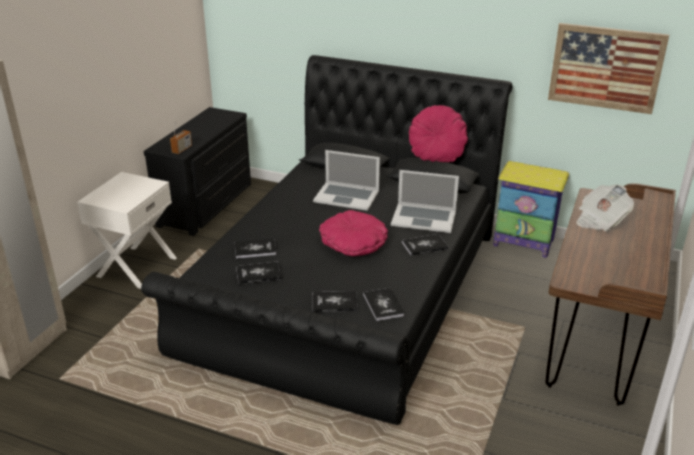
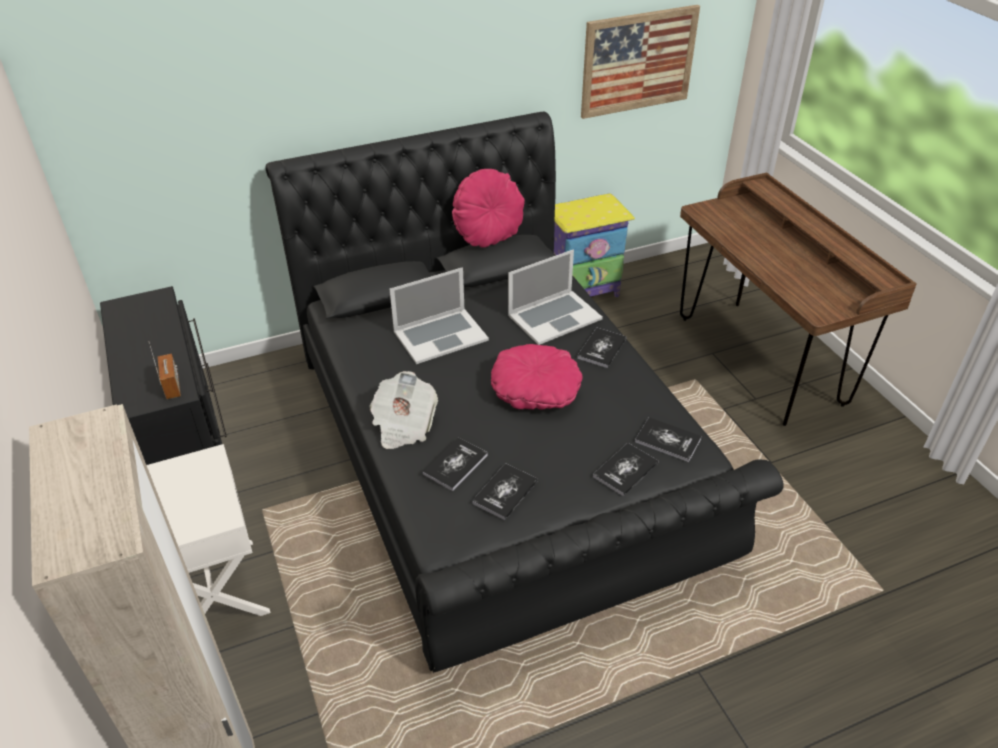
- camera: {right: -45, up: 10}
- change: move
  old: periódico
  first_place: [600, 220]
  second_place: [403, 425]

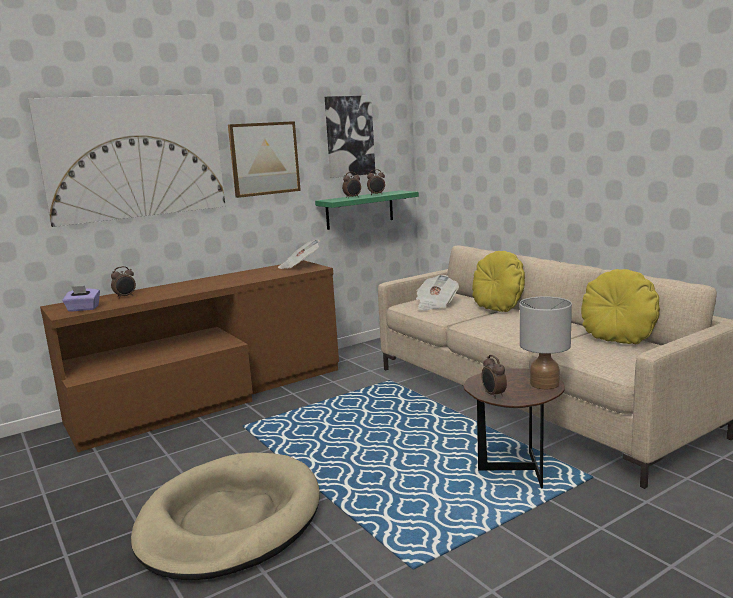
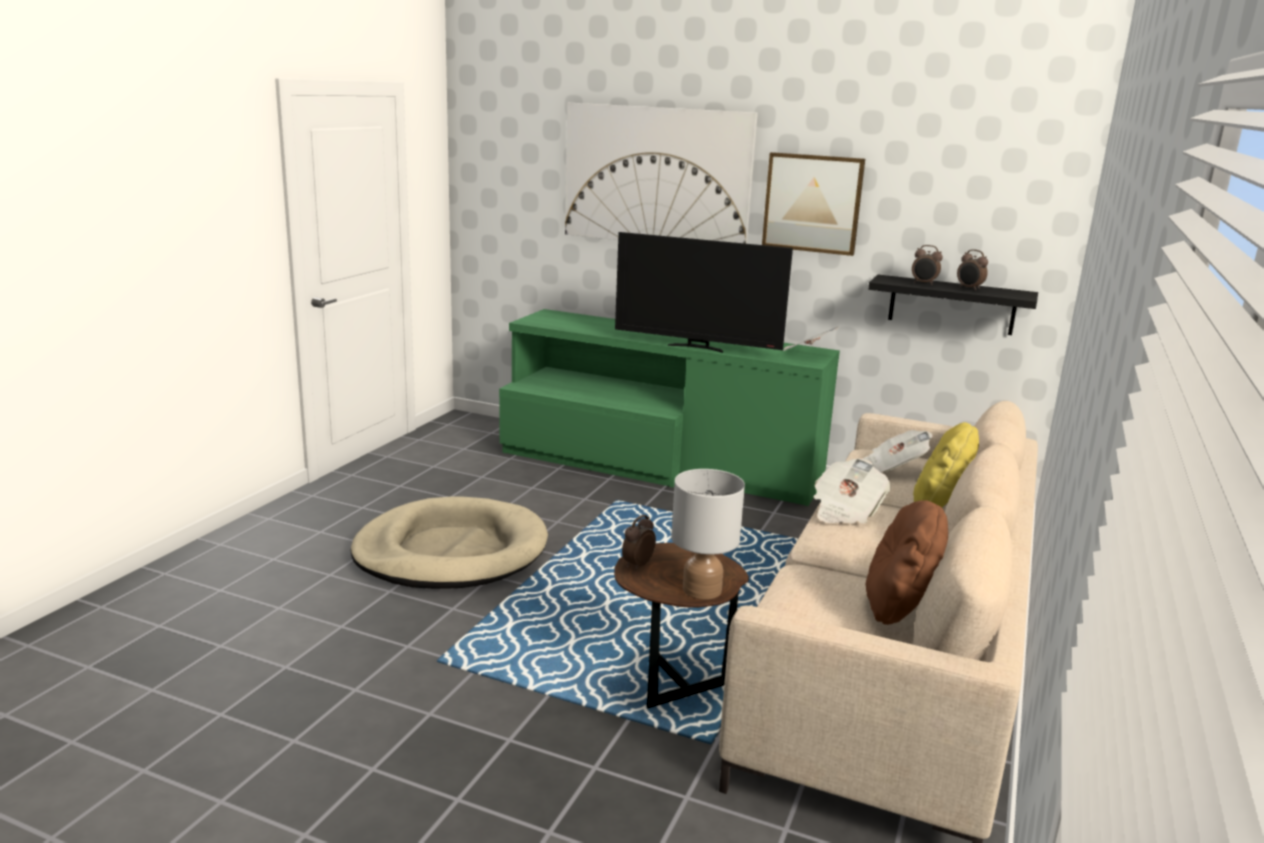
- camera: {right: 55, up: 5}
- change: delete
  old: cuadro
  first_place: [349, 136]
- change: recolor
  old: estante (verde)
  new: estante (negro)
  first_place: [359, 210]
  second_place: [952, 305]
- change: recolor
  old: mueble de televisión (marrón)
  new: mueble de televisión (verde)
  first_place: [207, 398]
  second_place: [655, 464]
- change: delete
  old: despertador
  first_place: [125, 297]
- change: recolor
  old: cojín (amarillo)
  new: cojín (marrón)
  first_place: [618, 340]
  second_place: [898, 611]
- change: delete
  old: caja de pañuelos (morado)
  first_place: [83, 309]
- change: insert
  new: televisor
  second_place: [697, 347]
- change: insert
  new: periódico
  second_place: [845, 511]

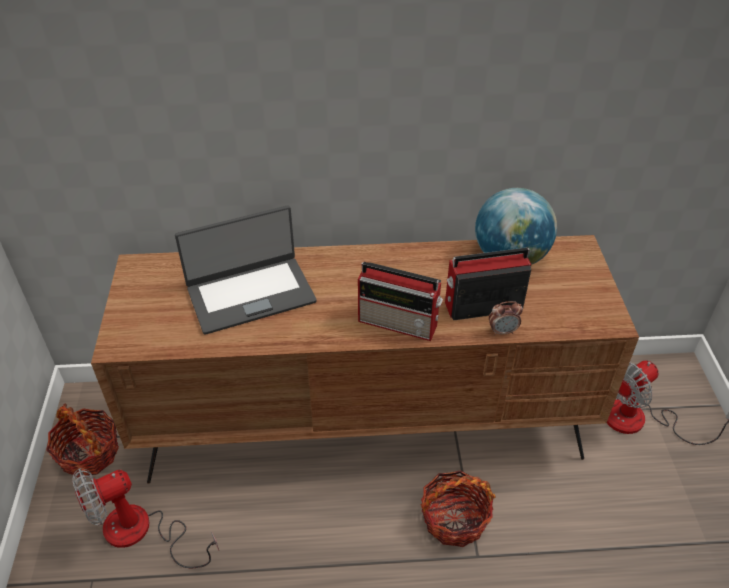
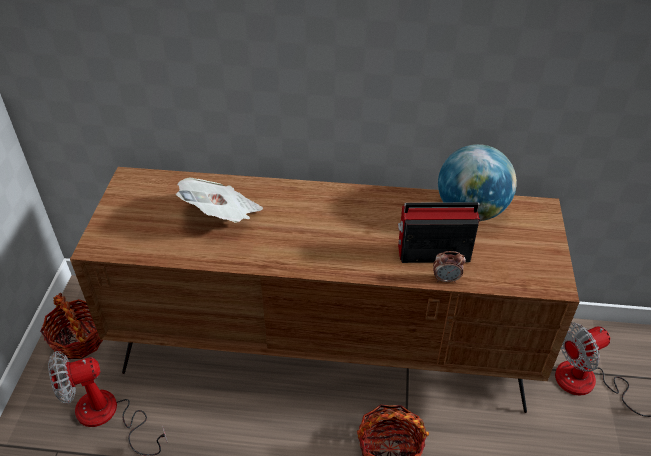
- camera: {right: 10, up: 0}
- change: replace
  old: portátil
  new: periódico
  first_place: [250, 294]
  second_place: [222, 215]
- change: delete
  old: radio
  first_place: [399, 323]

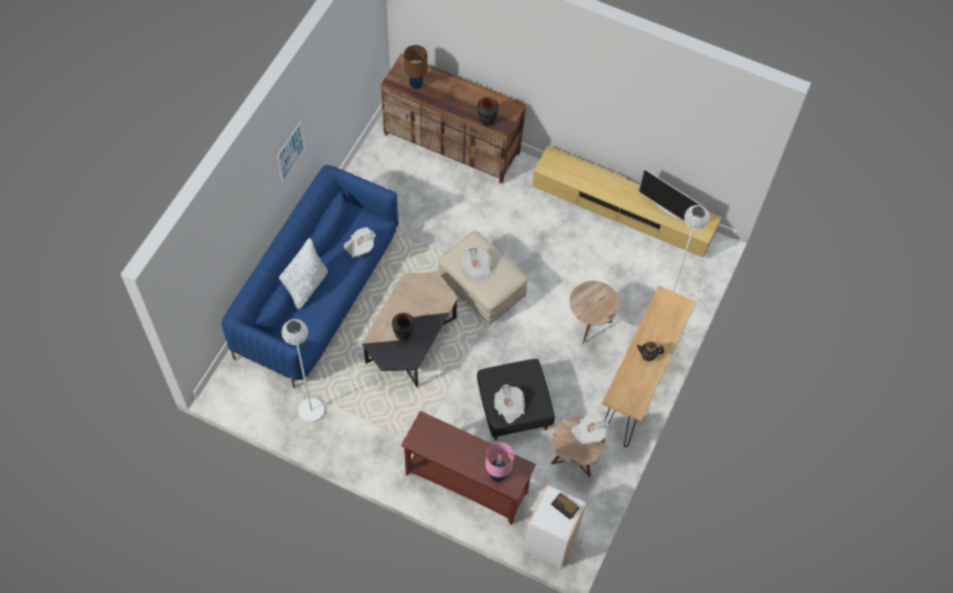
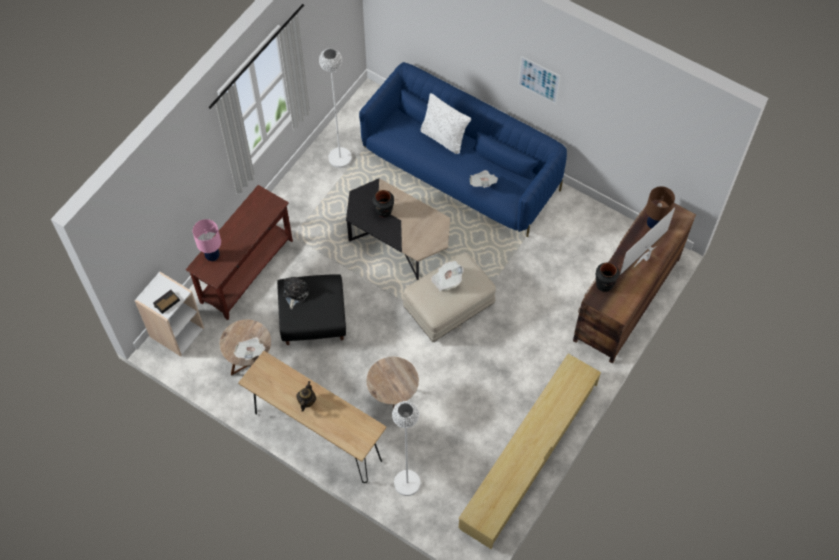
- camera: {right: 100, up: 0}
- change: move
  old: televisor
  first_place: [666, 210]
  second_place: [645, 257]
- change: replace
  old: periódico
  new: peluche
  first_place: [509, 407]
  second_place: [295, 293]

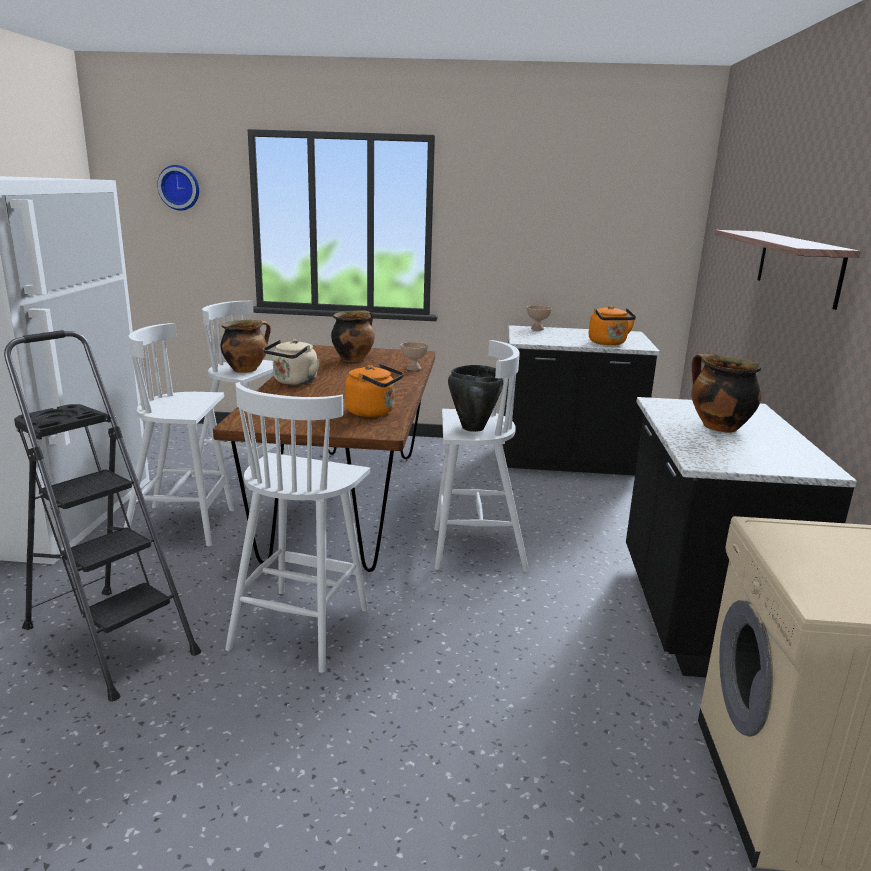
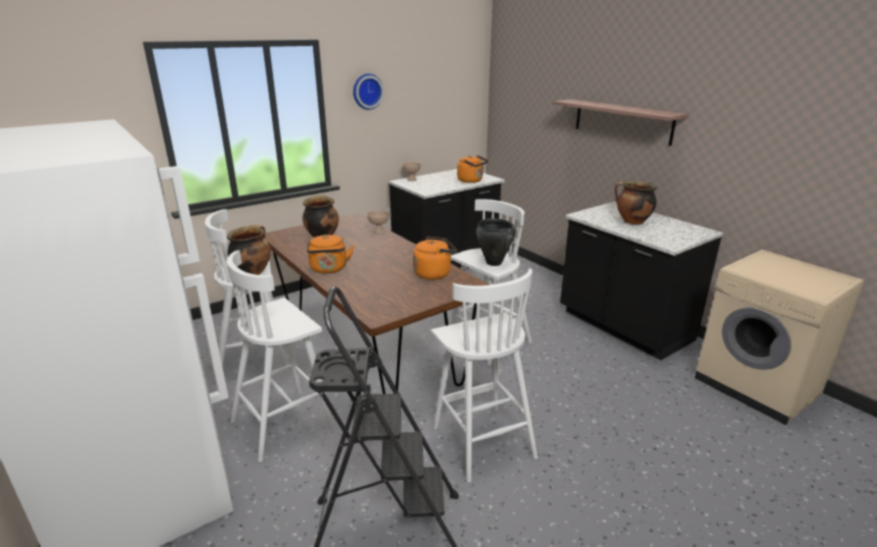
- camera: {right: -40, up: 5}
- change: move
  old: reloj de pared
  first_place: [180, 187]
  second_place: [367, 91]
- change: recolor
  old: hervidor (beis)
  new: hervidor (naranja)
  first_place: [293, 382]
  second_place: [329, 269]

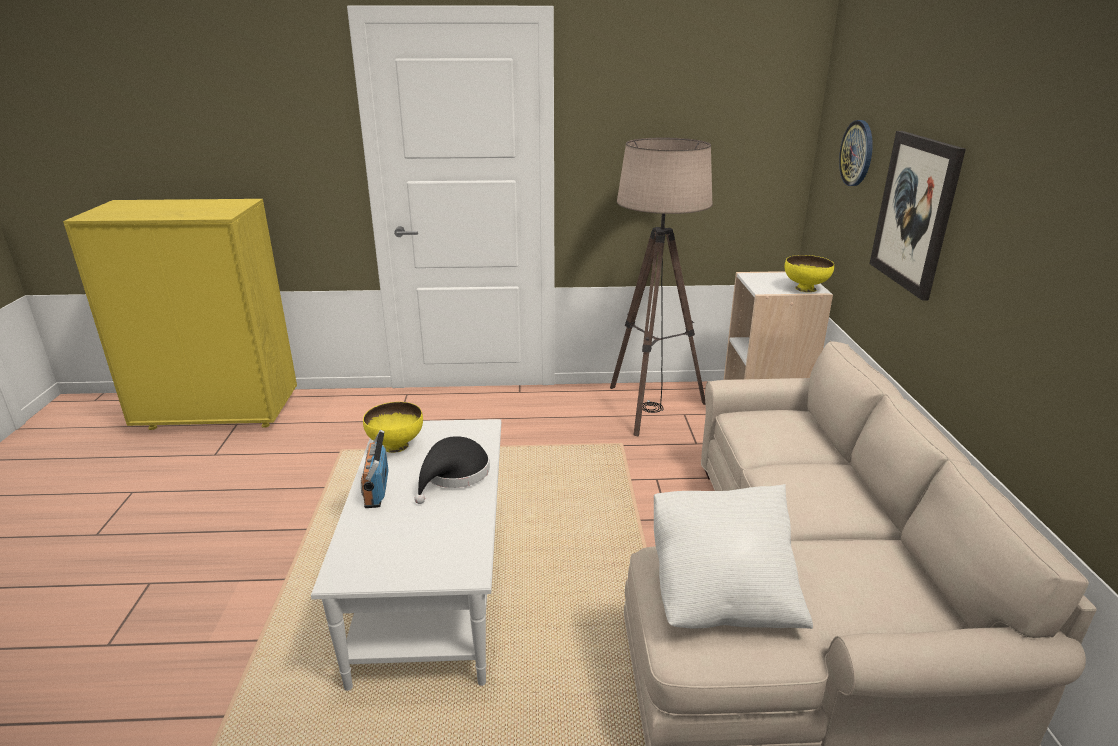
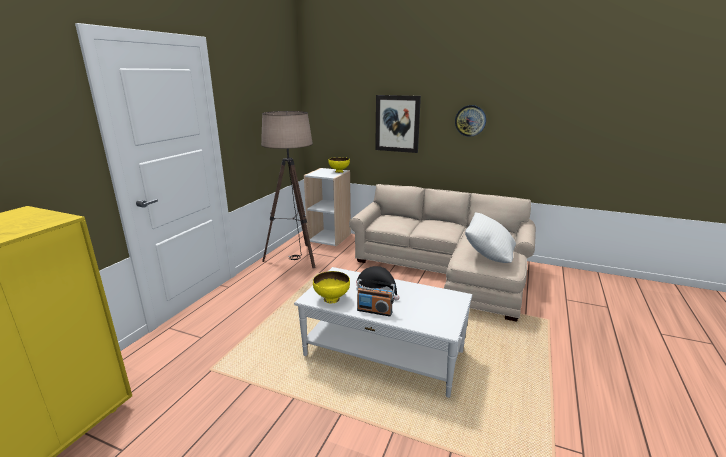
- camera: {right: -65, up: -5}
- change: move
  old: reloj de pared
  first_place: [857, 153]
  second_place: [470, 120]

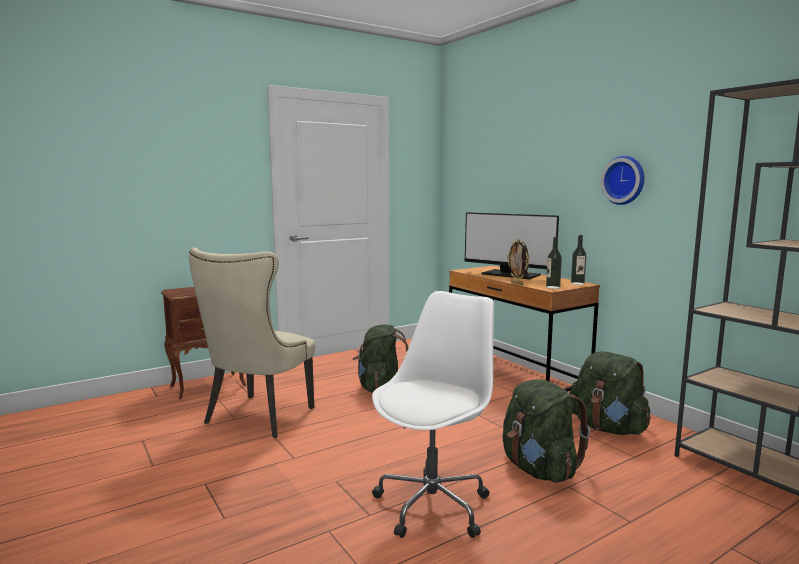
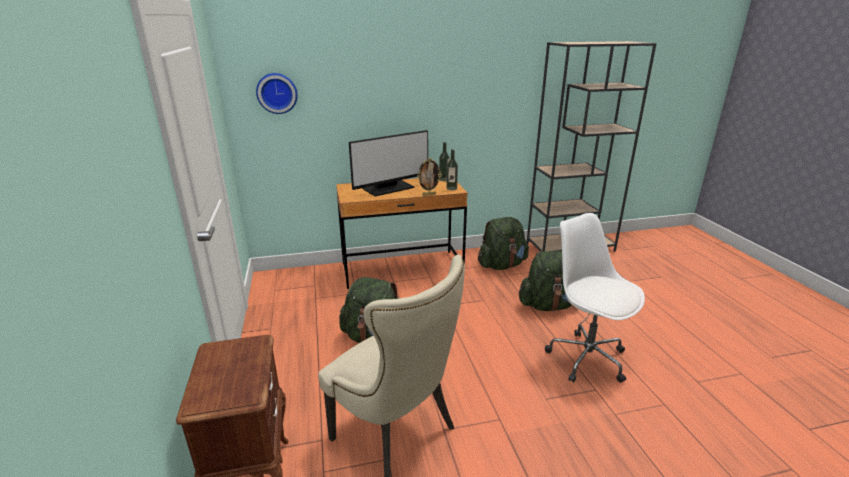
- camera: {right: -70, up: 15}
- change: move
  old: reloj de pared
  first_place: [624, 180]
  second_place: [277, 93]

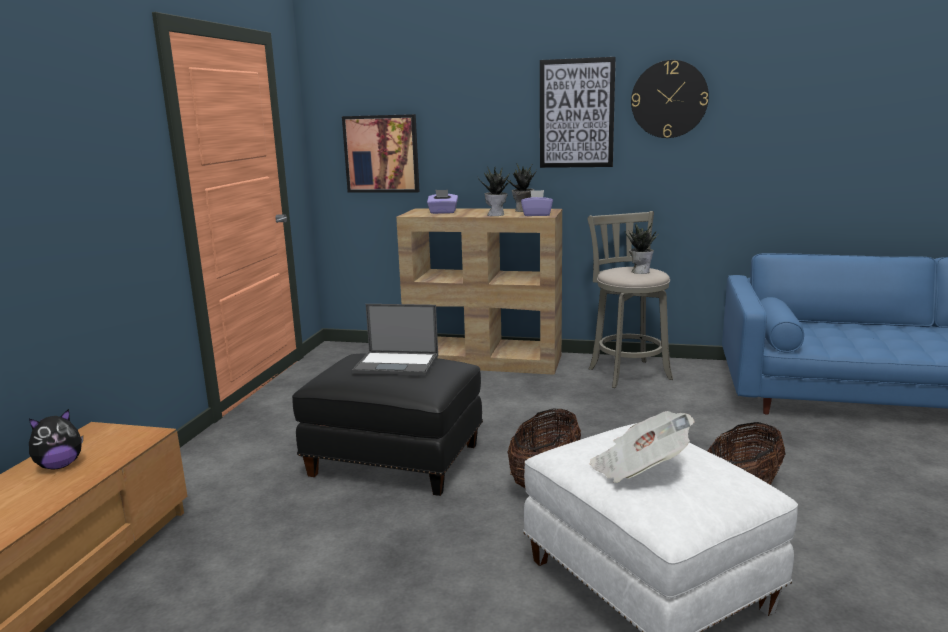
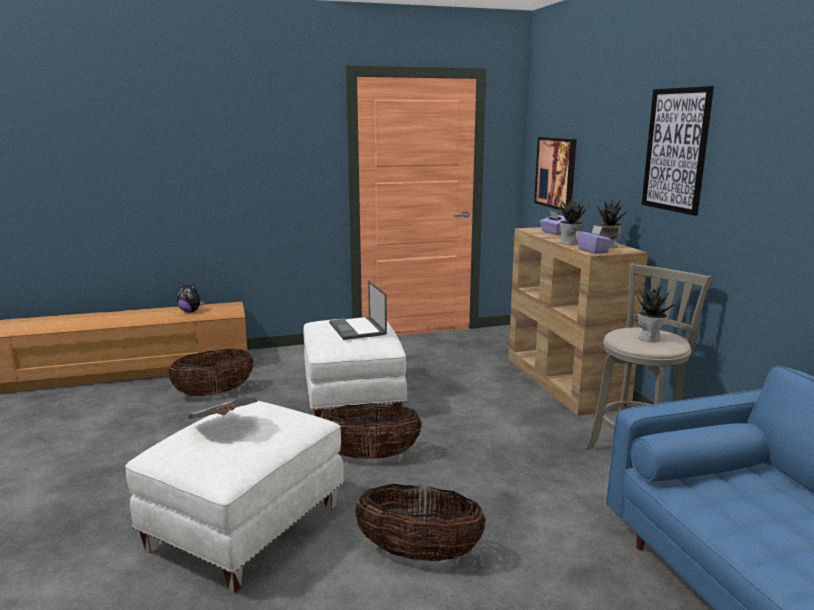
- camera: {right: 60, up: 0}
- change: delete
  old: reloj de pared
  first_place: [669, 99]
- change: recolor
  old: puf (negro)
  new: puf (blanco)
  first_place: [397, 459]
  second_place: [354, 399]
- change: insert
  new: cesta
  second_place: [214, 393]

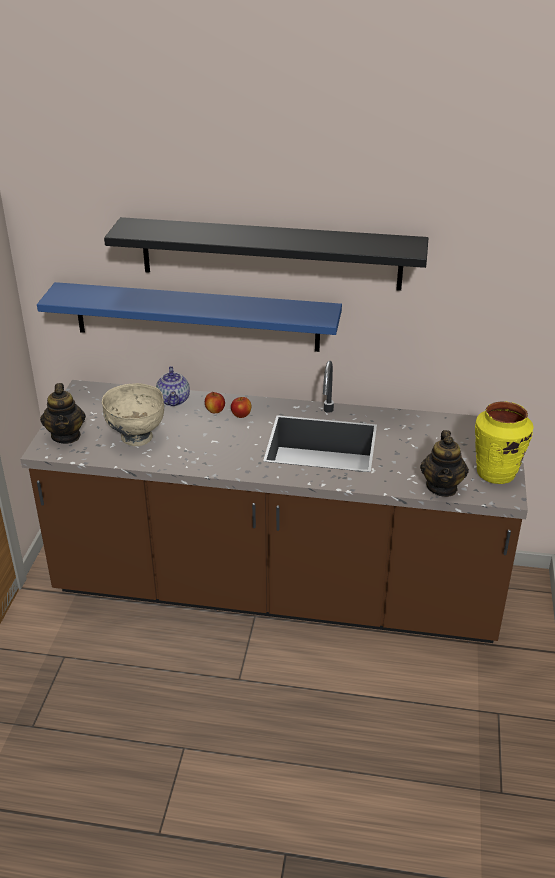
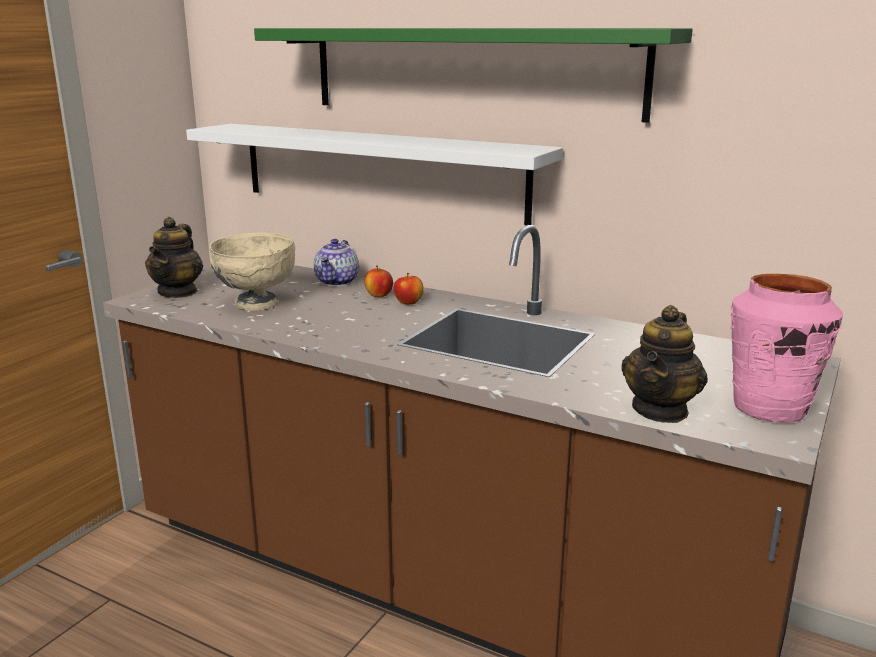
- camera: {right: 20, up: -15}
- change: recolor
  old: estante (negro)
  new: estante (verde)
  first_place: [271, 254]
  second_place: [470, 71]
- change: recolor
  old: estante (azul)
  new: estante (blanco)
  first_place: [196, 317]
  second_place: [379, 171]
- change: recolor
  old: florero (amarillo)
  new: florero (rosa)
  first_place: [496, 473]
  second_place: [770, 409]

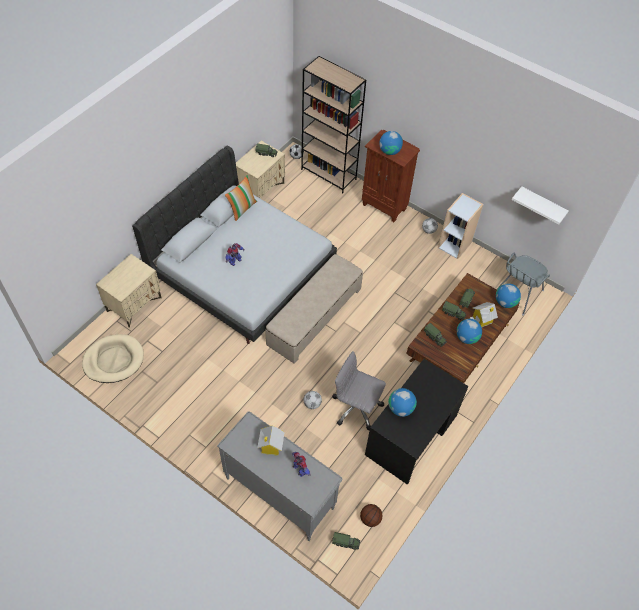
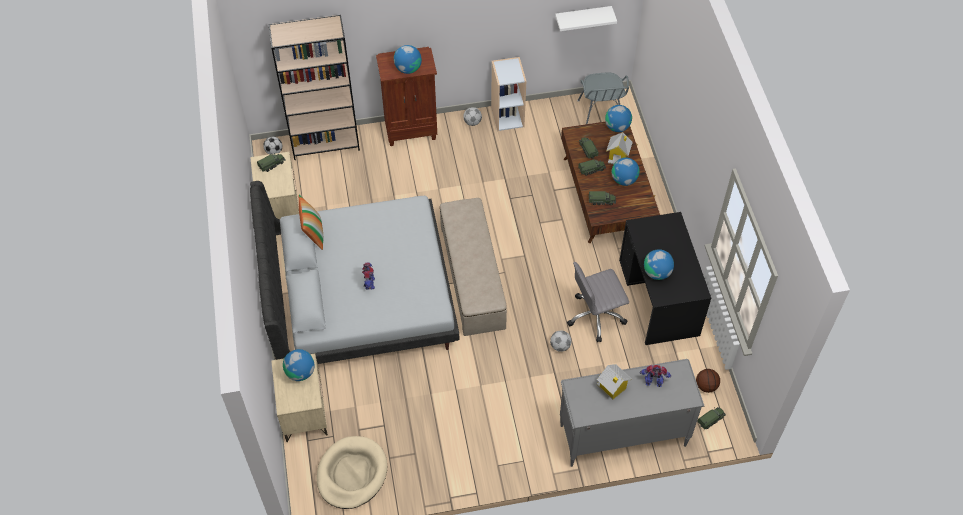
- camera: {right: -45, up: 0}
- change: insert
  new: globo terráqueo
  second_place: [300, 372]

